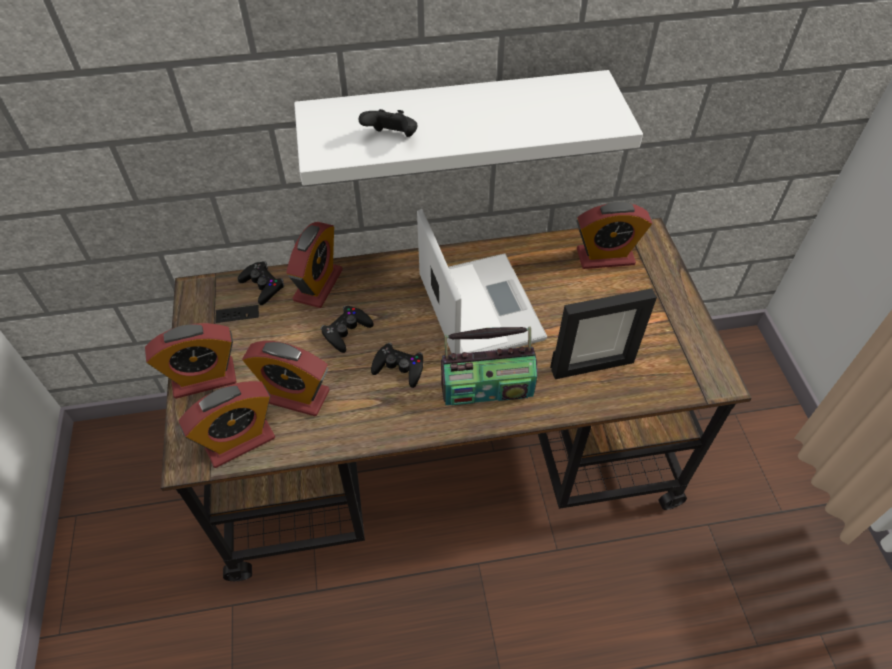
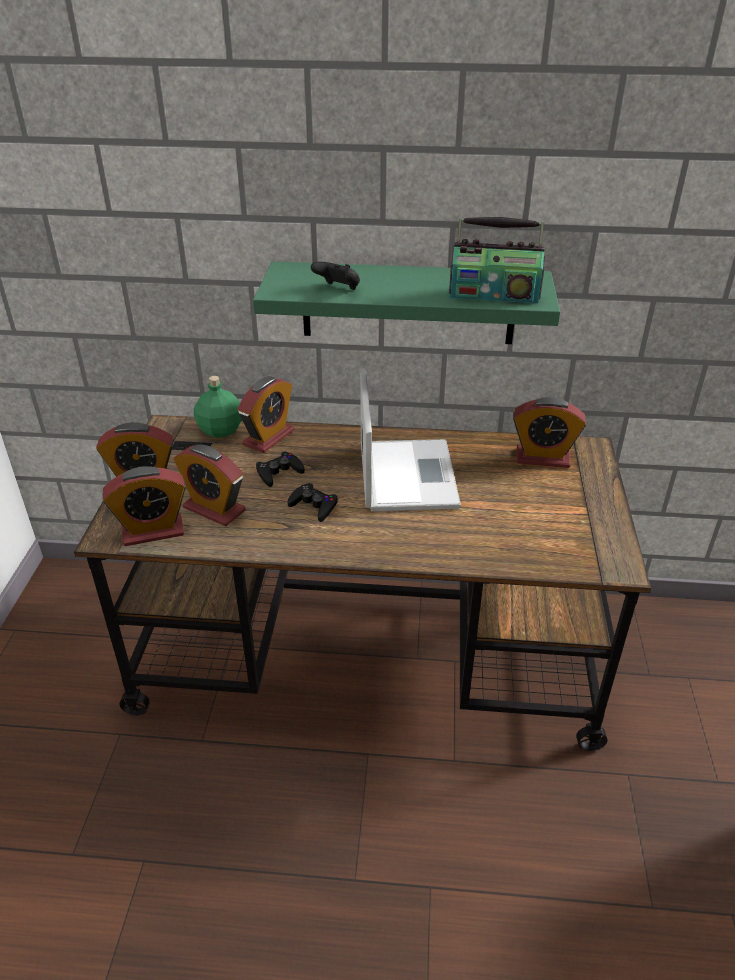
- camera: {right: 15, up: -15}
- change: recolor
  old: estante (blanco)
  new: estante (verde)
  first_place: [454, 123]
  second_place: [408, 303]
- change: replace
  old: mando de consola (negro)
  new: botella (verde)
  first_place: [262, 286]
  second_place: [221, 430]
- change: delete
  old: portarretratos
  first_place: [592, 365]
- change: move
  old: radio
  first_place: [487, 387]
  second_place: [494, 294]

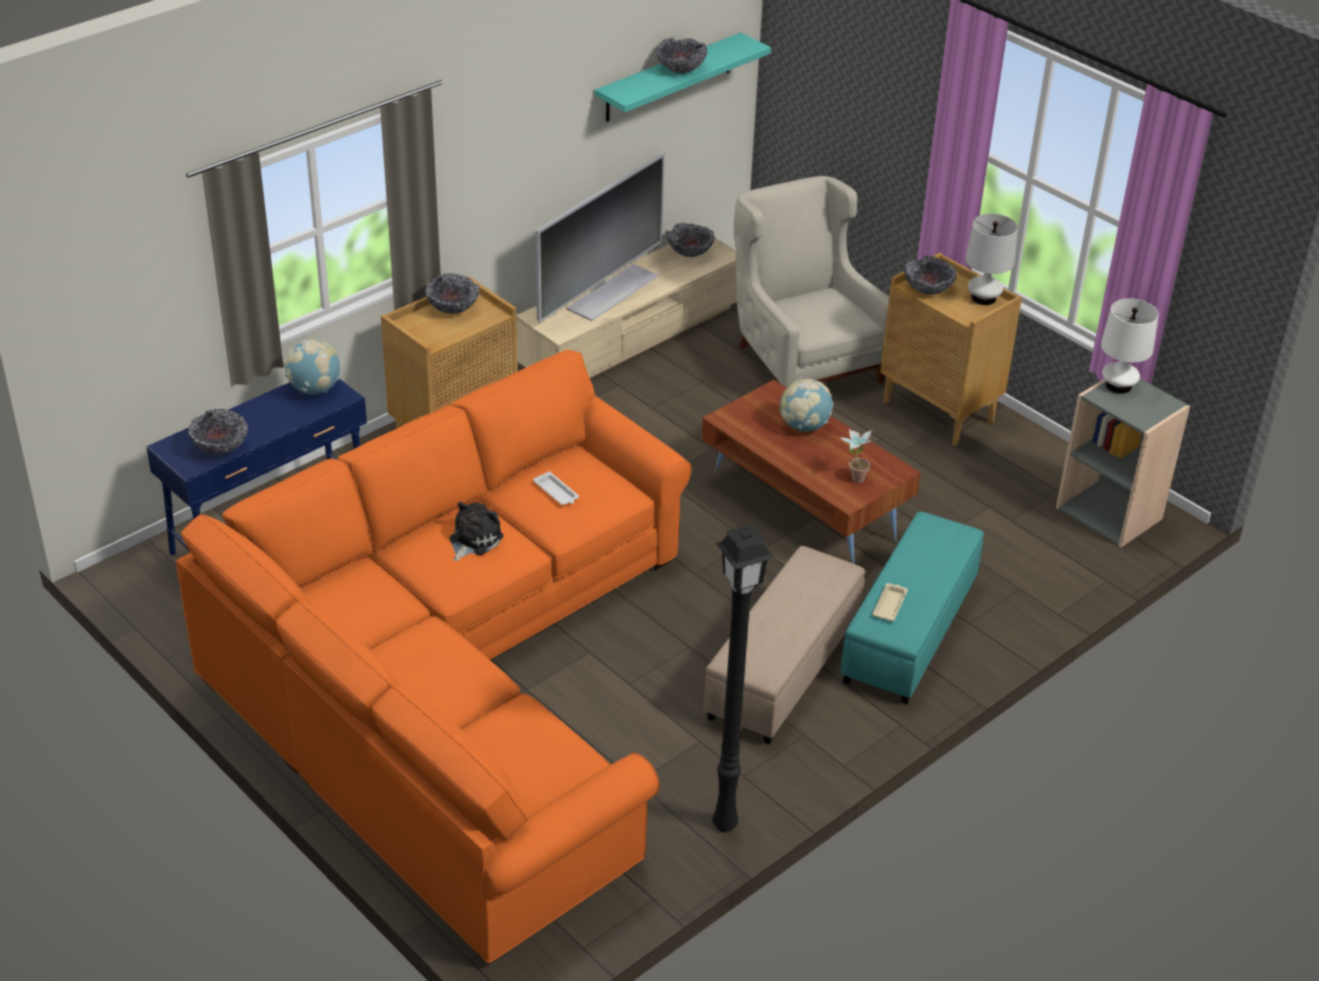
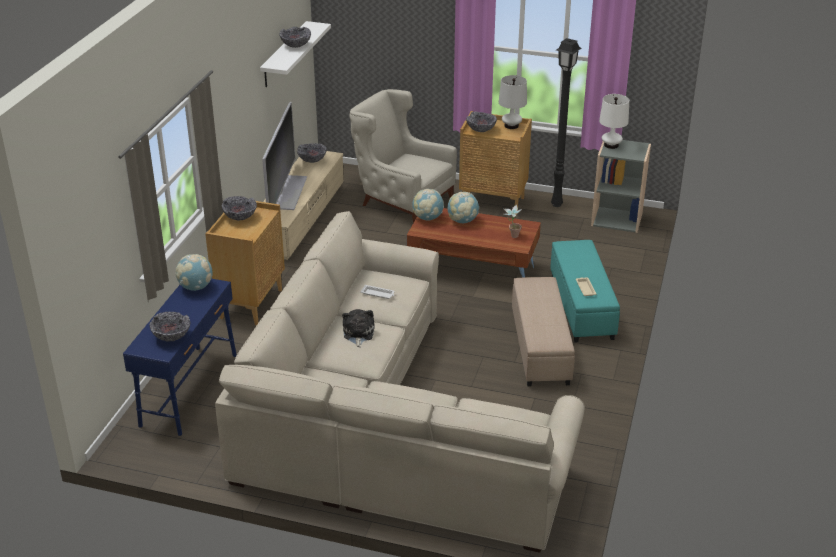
- camera: {right: -30, up: -5}
- change: recolor
  old: estante (turquesa)
  new: estante (blanco)
  first_place: [669, 78]
  second_place: [284, 54]
- change: recolor
  old: sofá (naranja)
  new: sofá (beis)
  first_place: [459, 689]
  second_place: [384, 427]
- change: move
  old: lámpara de pie (negro)
  first_place: [727, 825]
  second_place: [557, 204]
- change: insert
  new: globo terráqueo
  second_place: [427, 218]

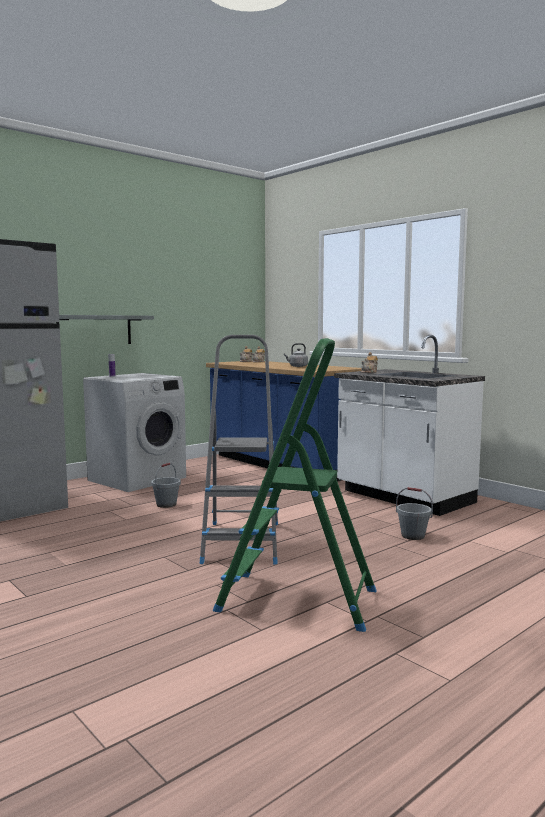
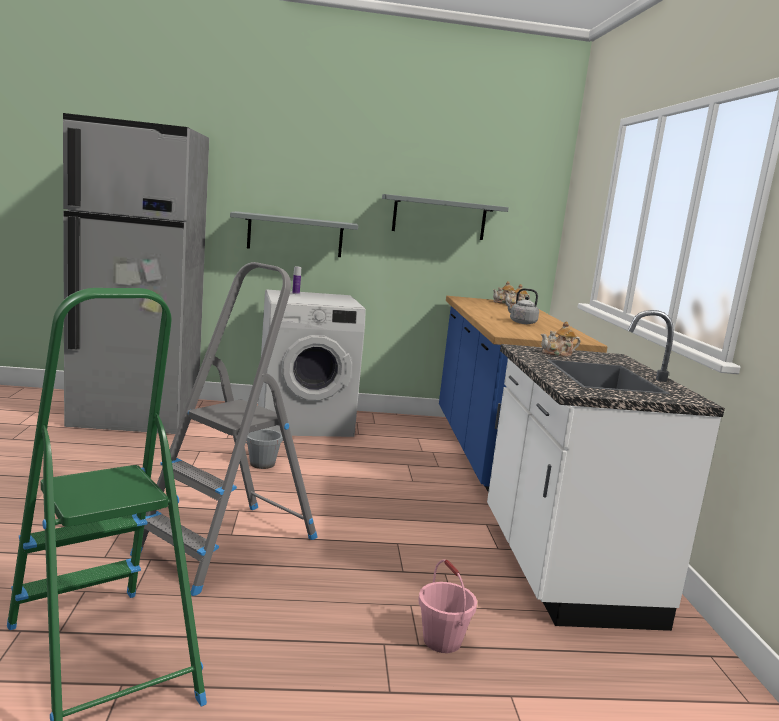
- camera: {right: 35, up: 5}
- change: recolor
  old: cubo (gris)
  new: cubo (rosa)
  first_place: [413, 536]
  second_place: [442, 641]
- change: insert
  new: estante (gris)
  second_place: [439, 218]

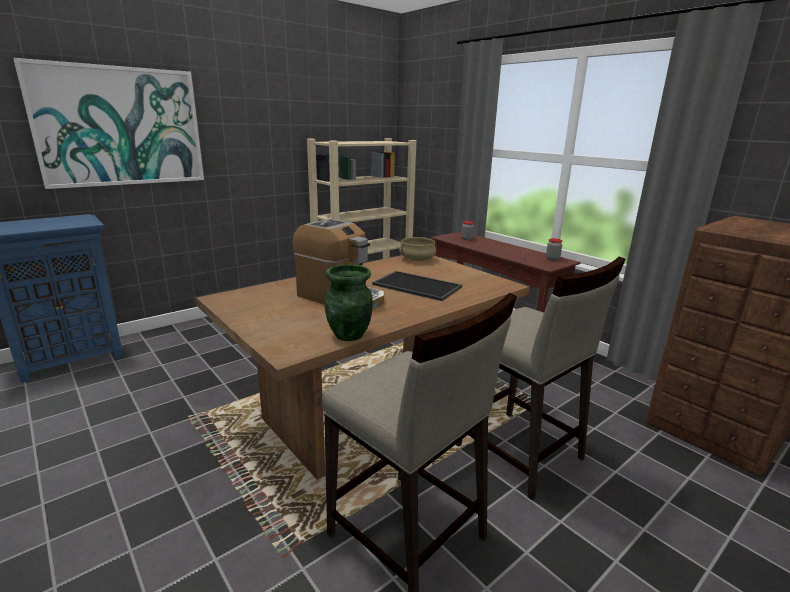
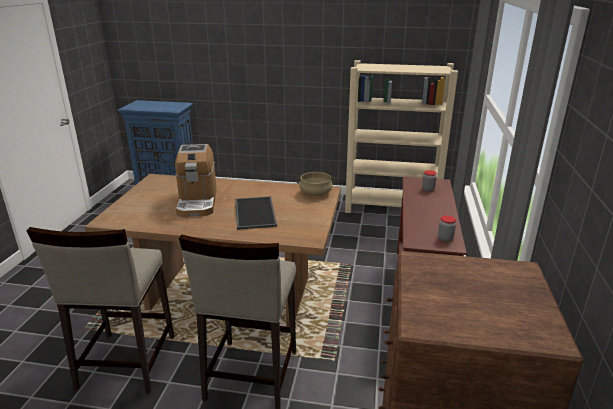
- camera: {right: 50, up: 5}
- change: delete
  old: cuadro
  first_place: [120, 127]
- change: delete
  old: florero (verde)
  first_place: [349, 335]

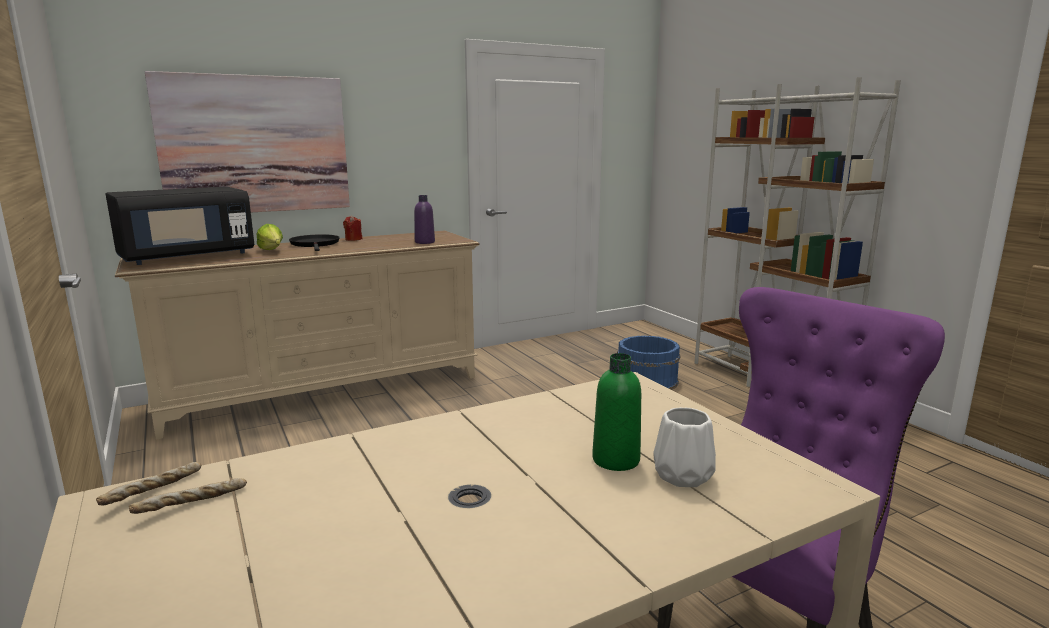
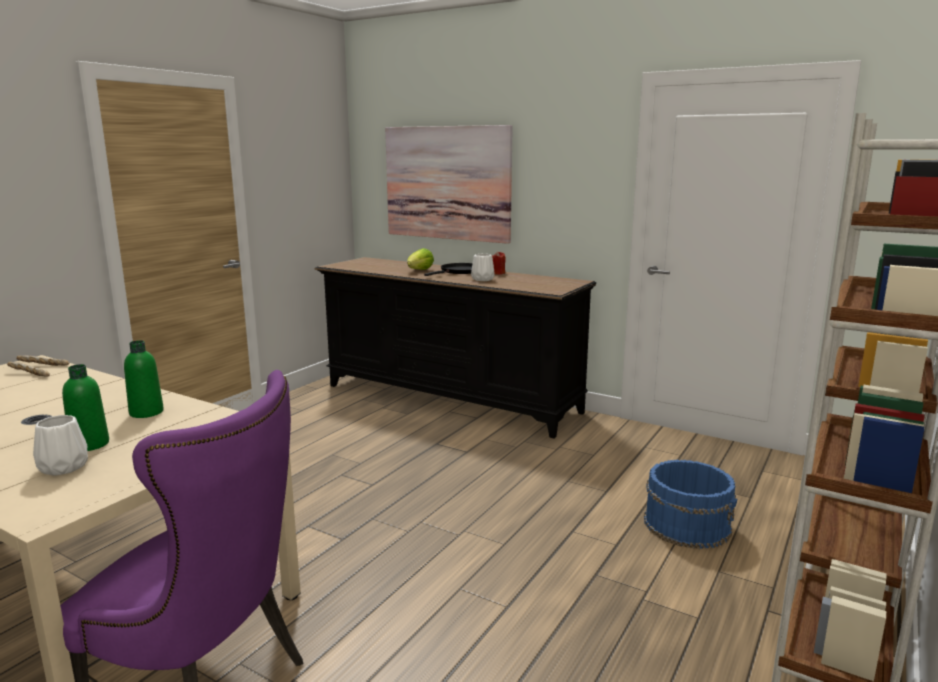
- camera: {right: 60, up: 0}
- change: delete
  old: microondas (negro)
  first_place: [187, 257]
- change: delete
  old: botella (morado)
  first_place: [424, 242]
- change: recolor
  old: armario (beis)
  new: armario (negro)
  first_place: [324, 391]
  second_place: [449, 399]
- change: insert
  new: florero (blanco)
  second_place: [482, 279]
- change: insert
  new: botella (verde)
  second_place: [146, 412]

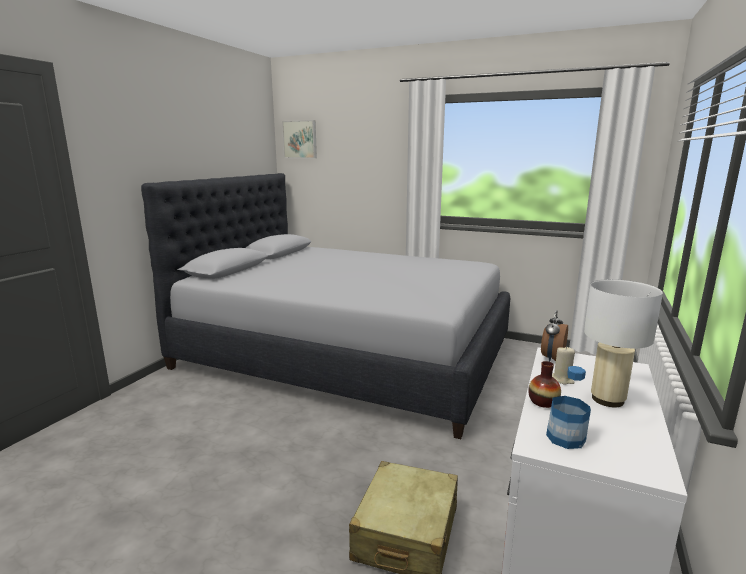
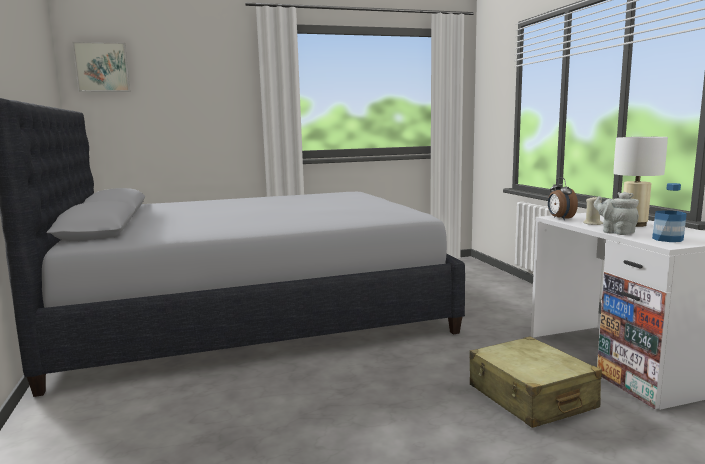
- camera: {right: -40, up: -5}
- change: replace
  old: florero
  new: tetera (gris)
  first_place: [543, 402]
  second_place: [616, 232]

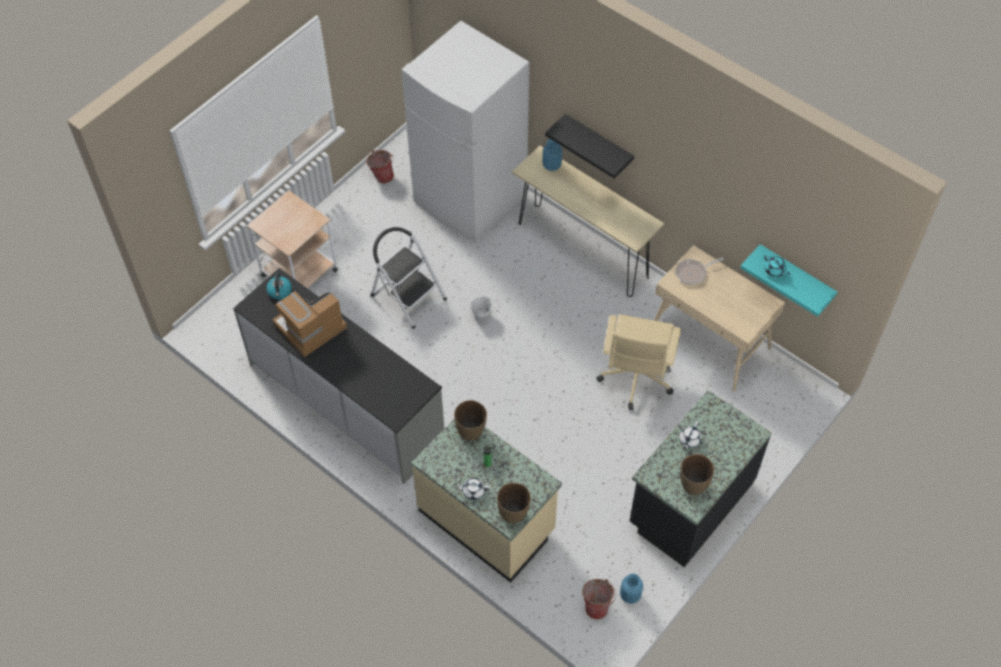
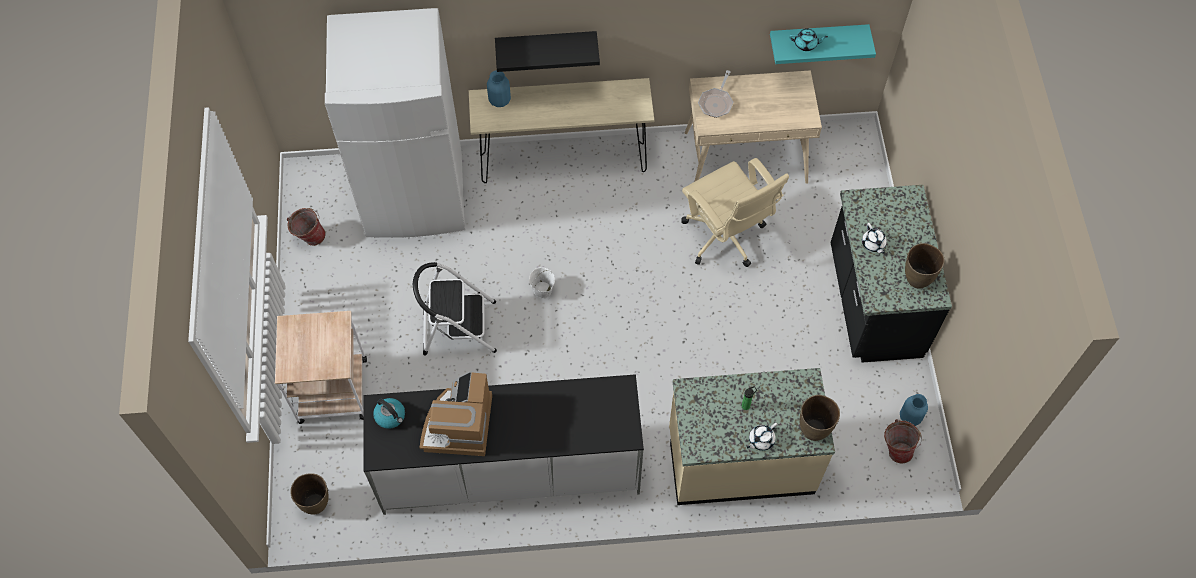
- camera: {right: -45, up: 5}
- change: move
  old: florero (marrón)
  first_place: [471, 432]
  second_place: [316, 503]

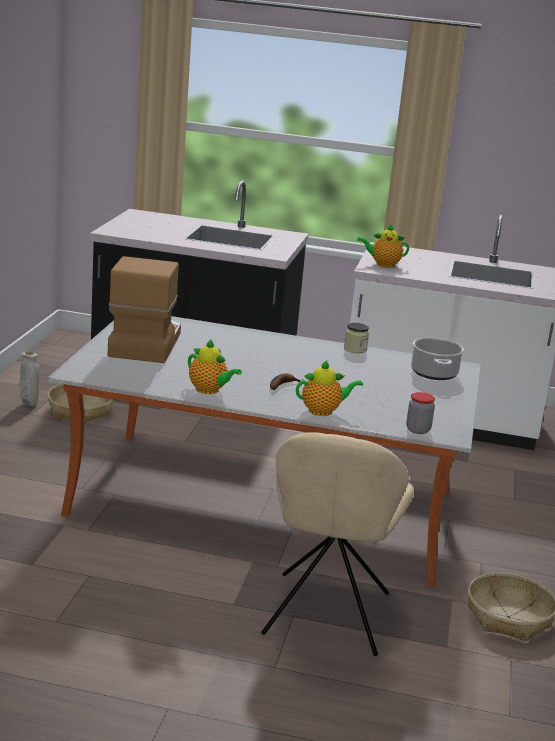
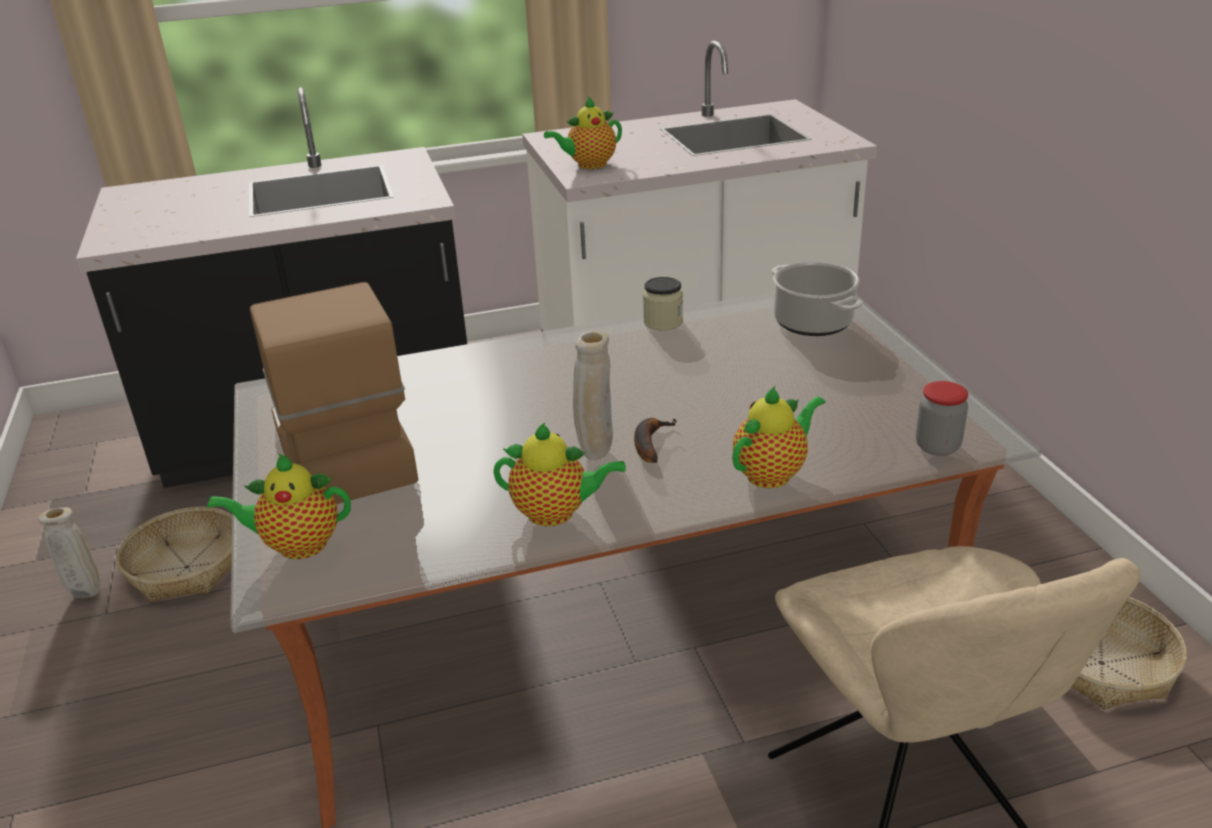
- camera: {right: -25, up: 10}
- change: insert
  new: florero (beis)
  second_place: [595, 453]
- change: insert
  new: tetera
  second_place: [296, 545]

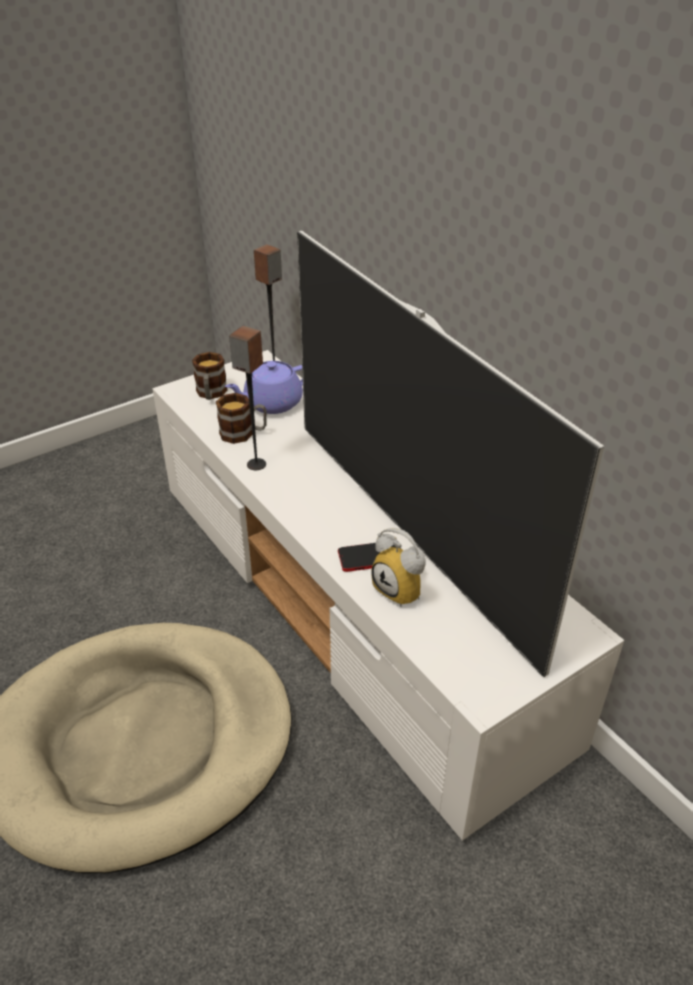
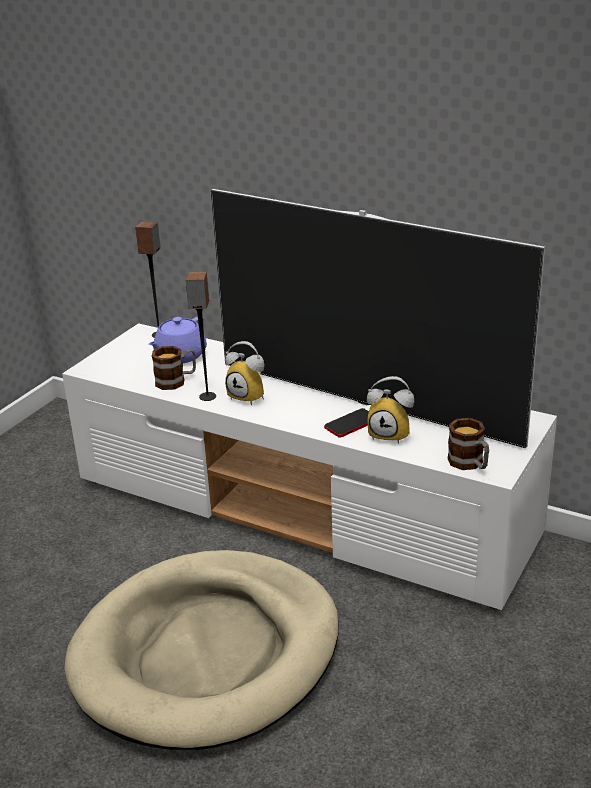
- camera: {right: -25, up: -10}
- change: move
  old: taza grande
  first_place: [211, 394]
  second_place: [470, 464]
- change: insert
  new: despertador
  second_place: [250, 396]

